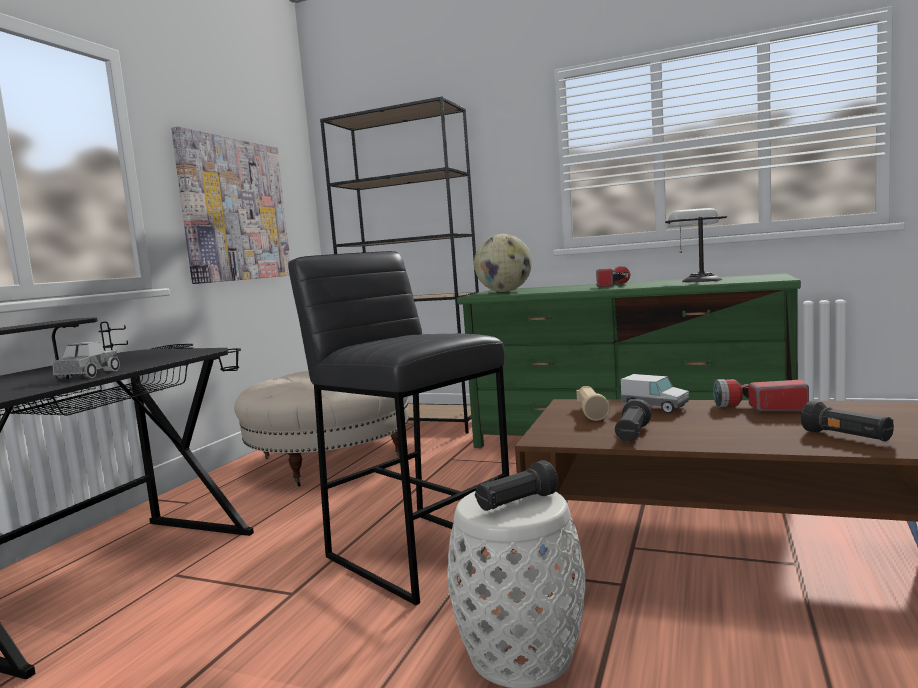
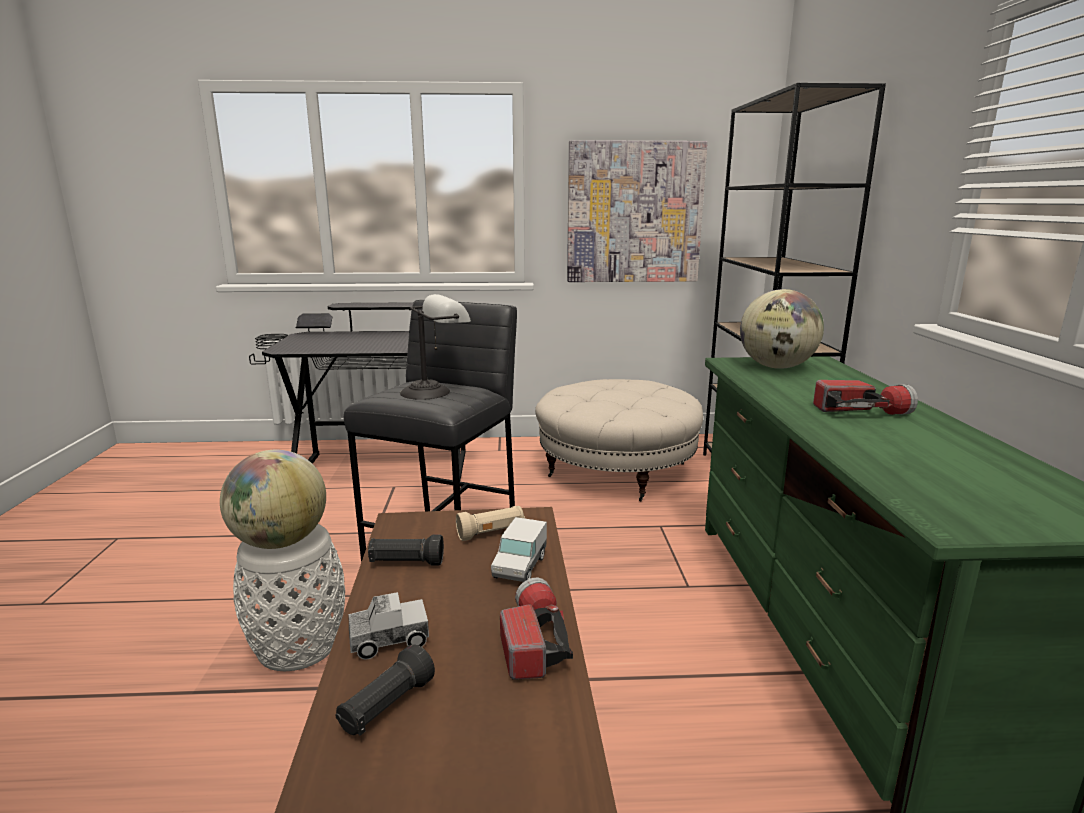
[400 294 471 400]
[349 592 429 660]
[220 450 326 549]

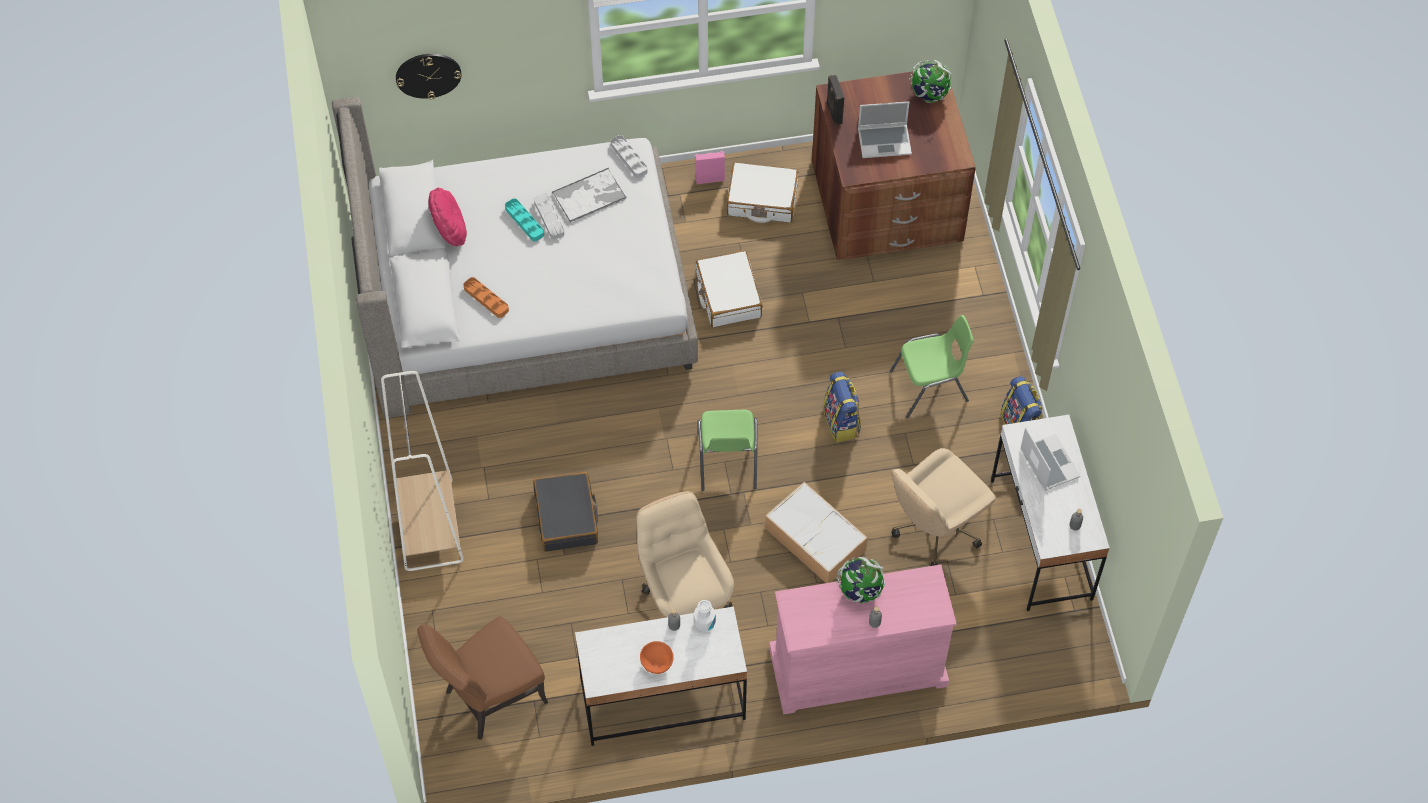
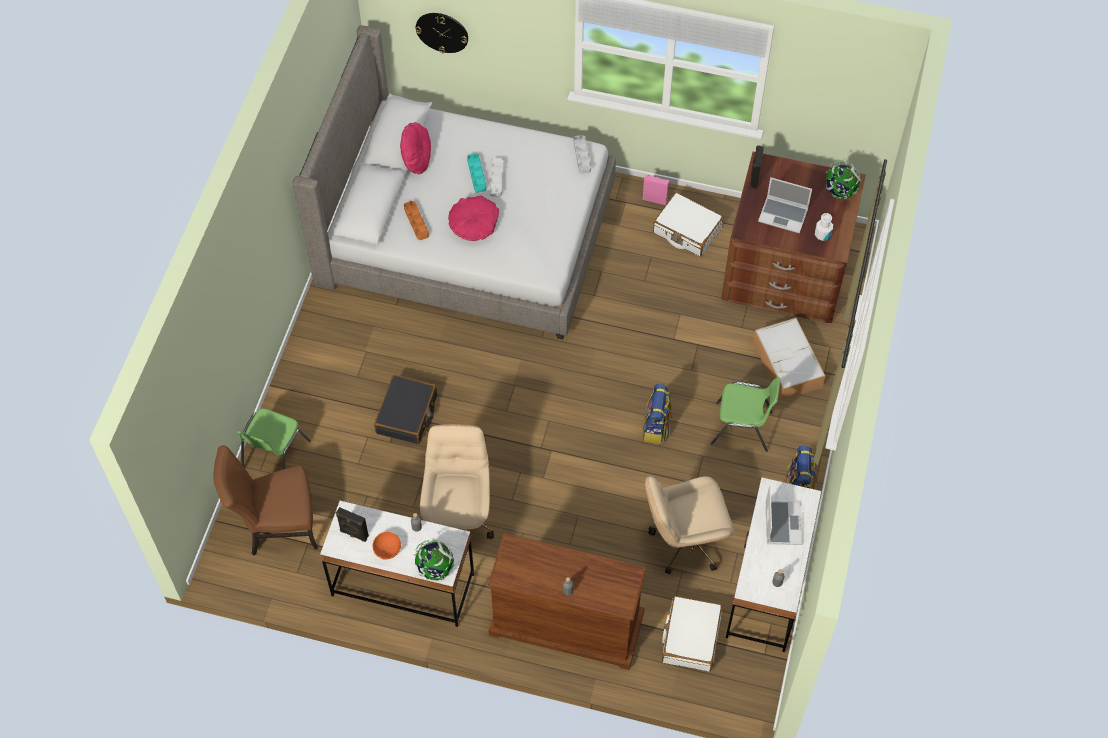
[552 168 627 222] (first image)
[662 596 722 671]
[381 371 464 571] (first image)
[237 408 311 470]
[753 318 825 400]
[414 540 454 581]
[488 533 647 670]
[815 213 833 241]
[448 196 499 241]
[336 507 369 542]

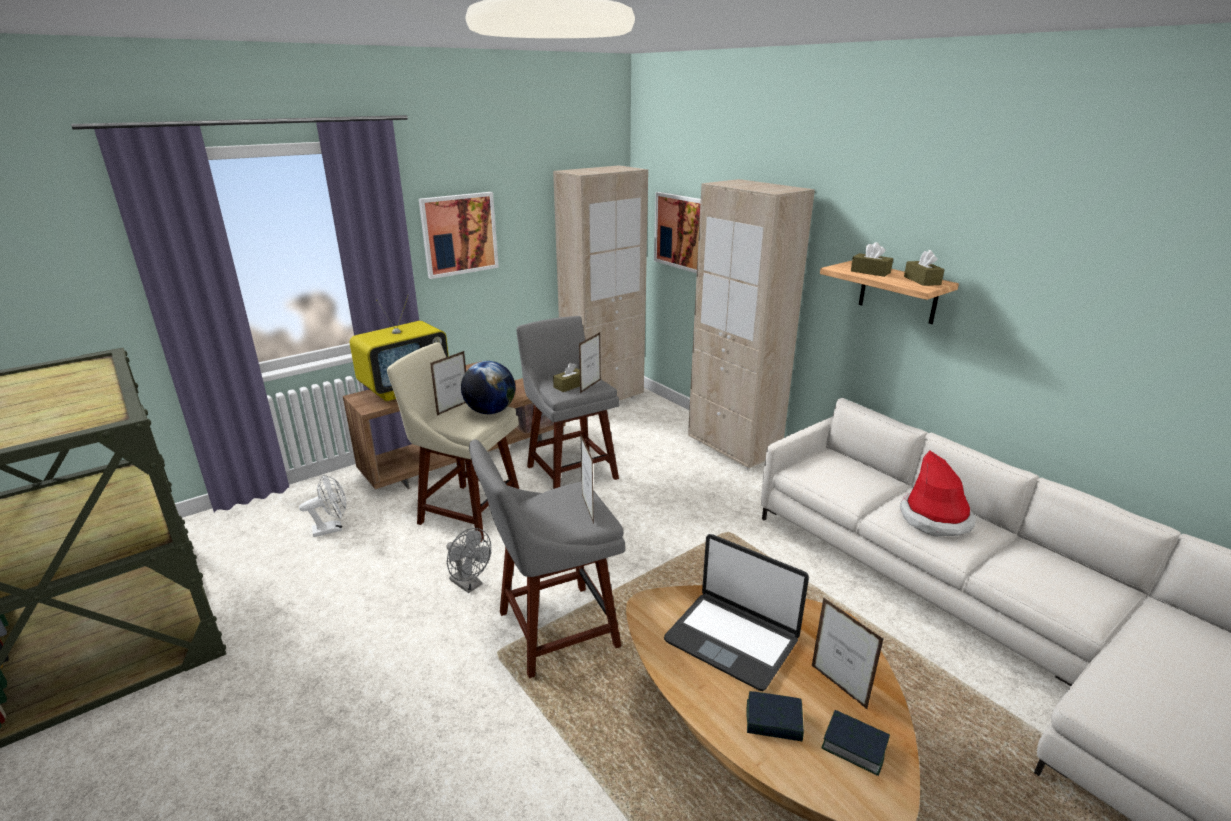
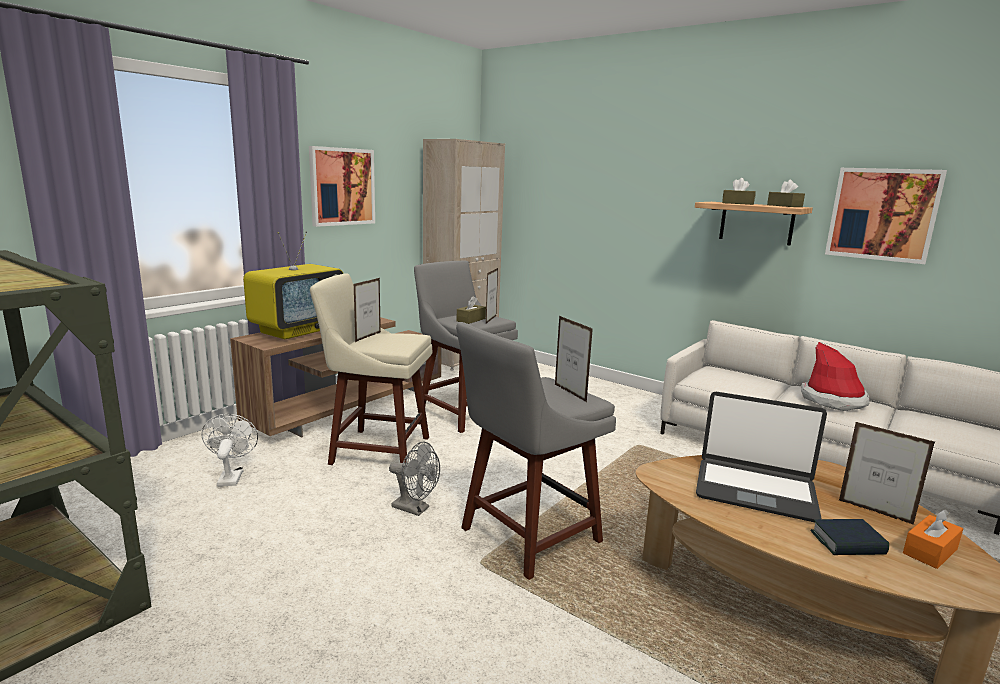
[688 179 815 469] (first image)
[825 168 947 264]
[461 361 515 414] (first image)
[201 414 258 487]
[903 510 963 569]

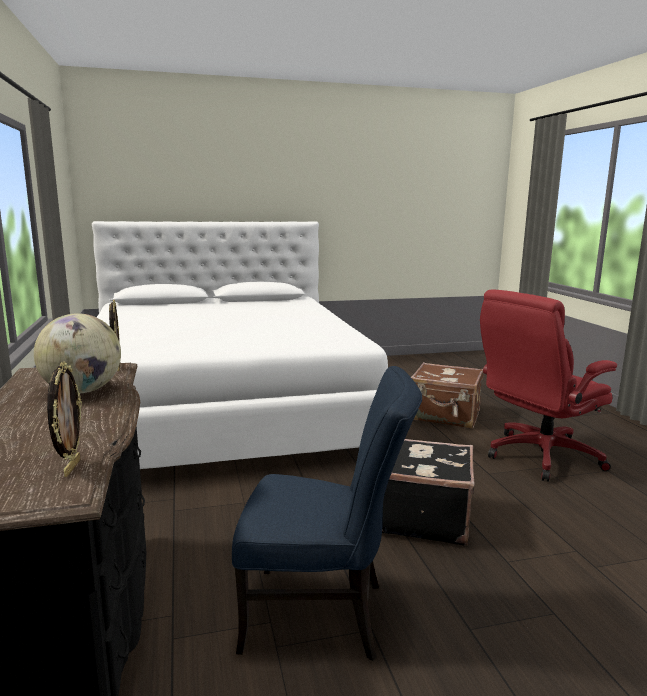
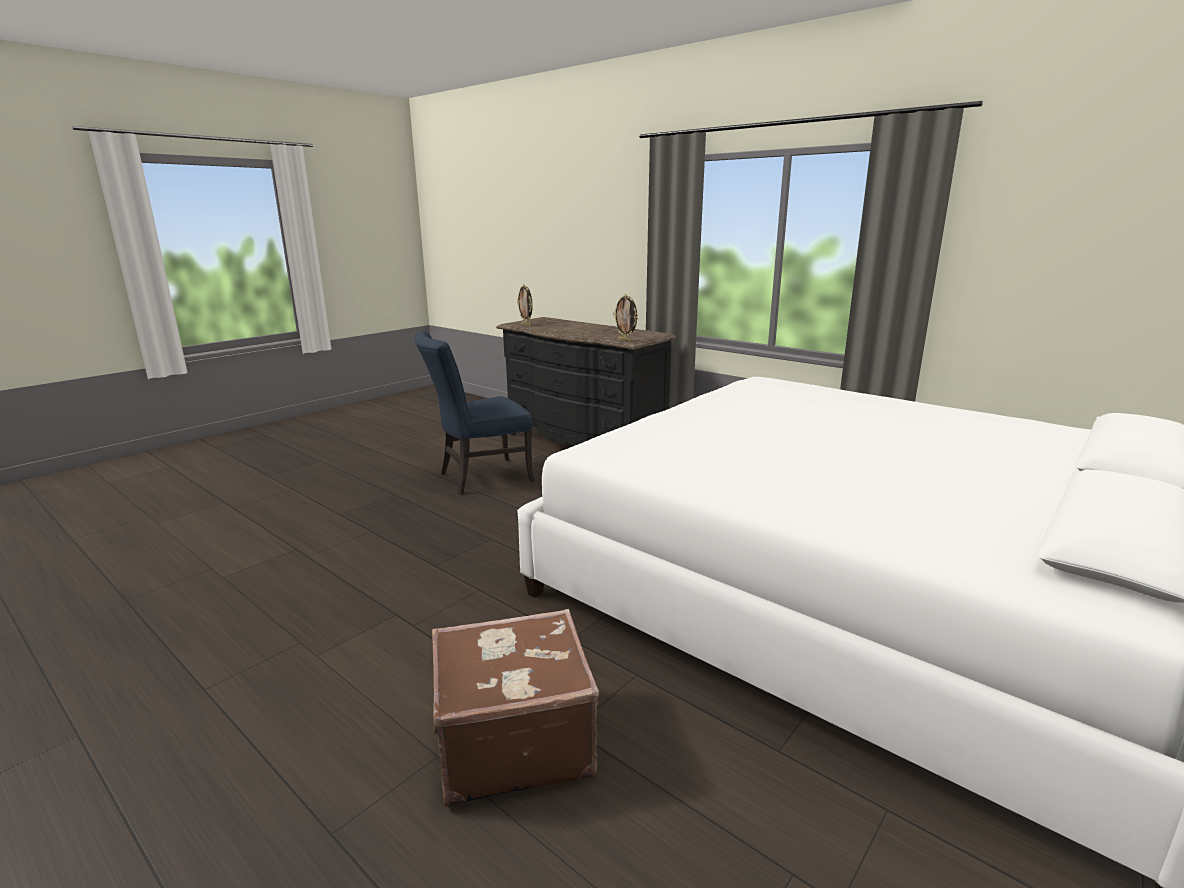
[480 290 617 482] (first image)
[34 313 121 393] (first image)
[382 439 475 545] (first image)

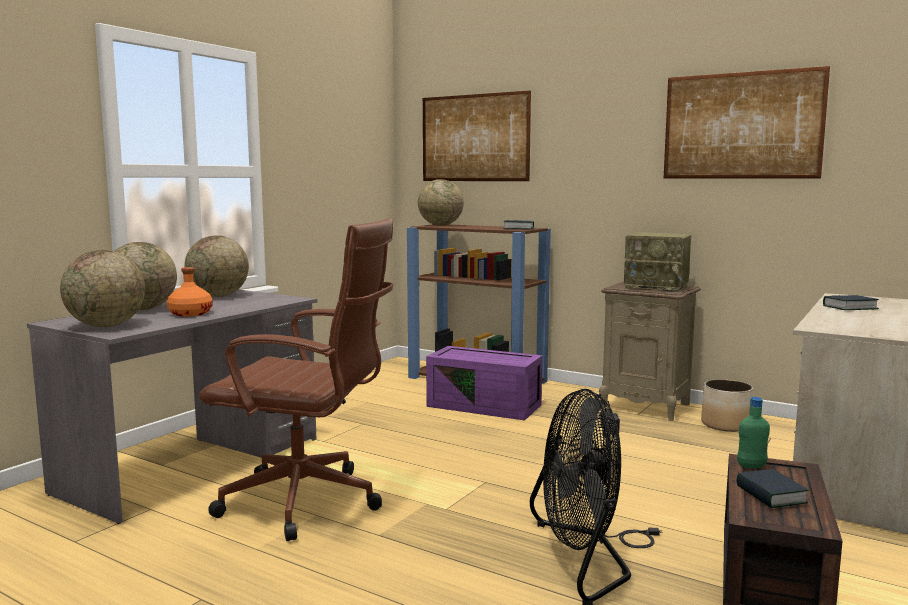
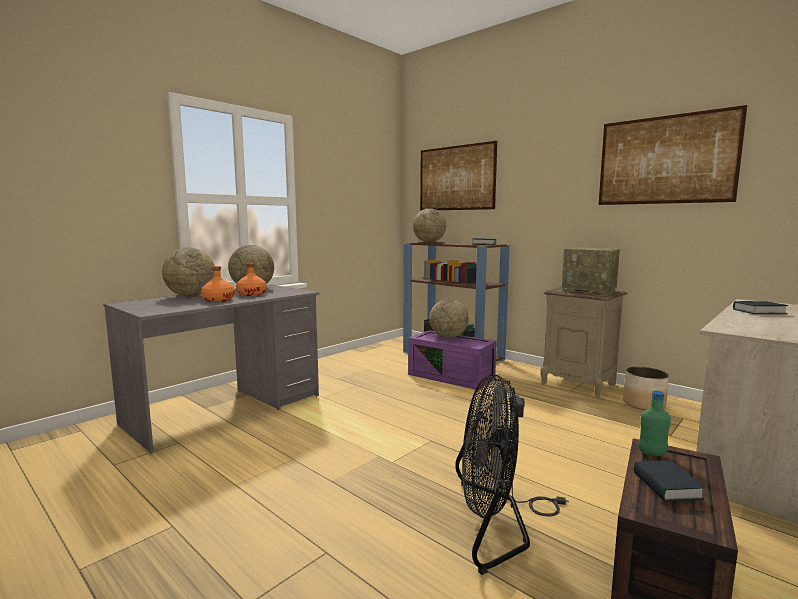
[199 218 393 541] (first image)
[429 299 469 338]
[236 263 267 296]

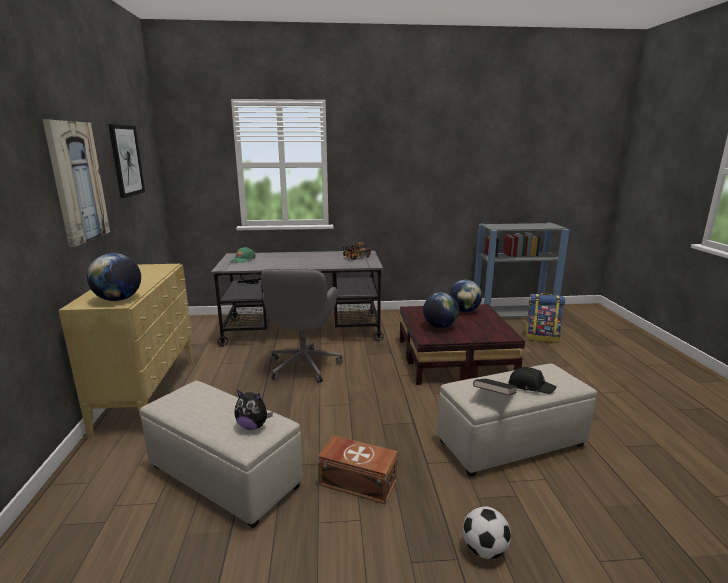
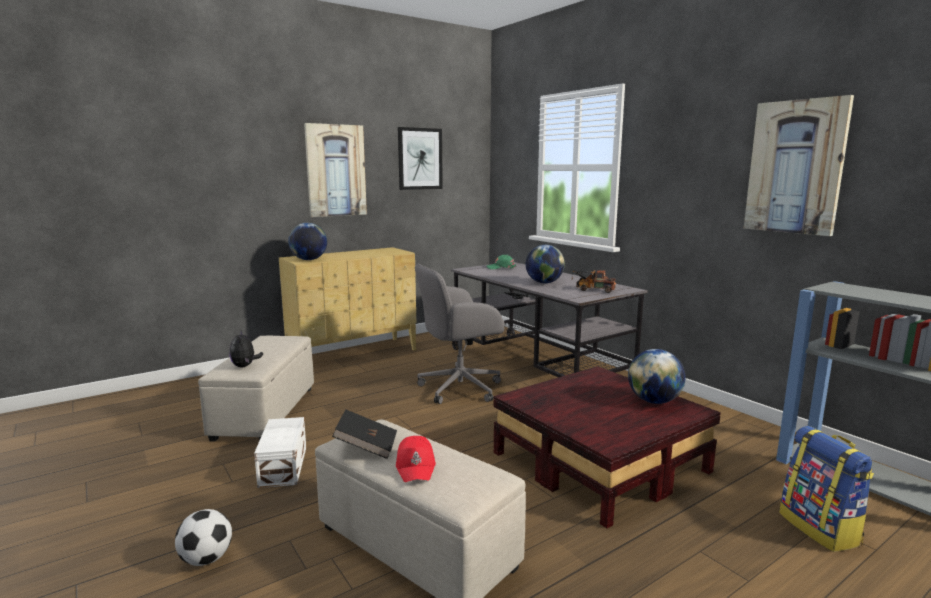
[526 245 565 283]
[396 436 436 482]
[254 417 306 488]
[744 95 854 236]

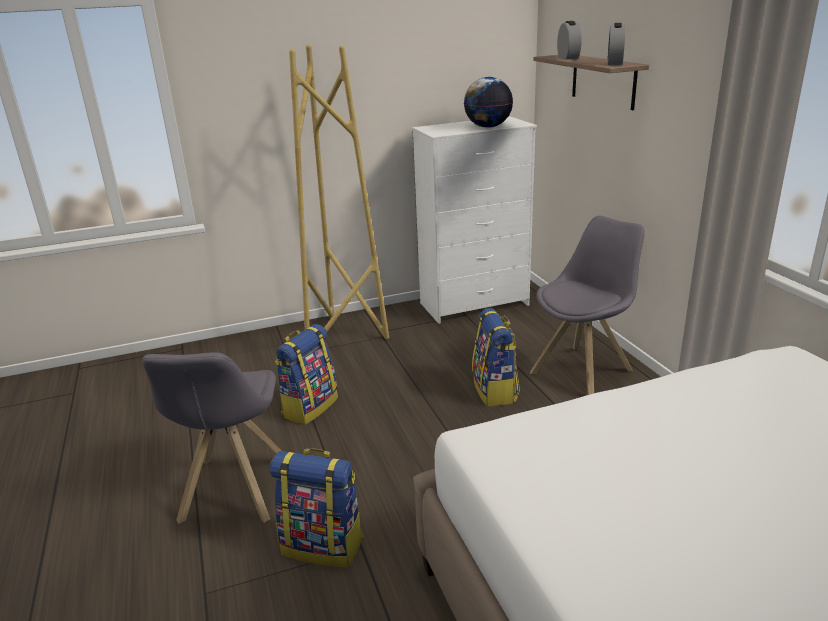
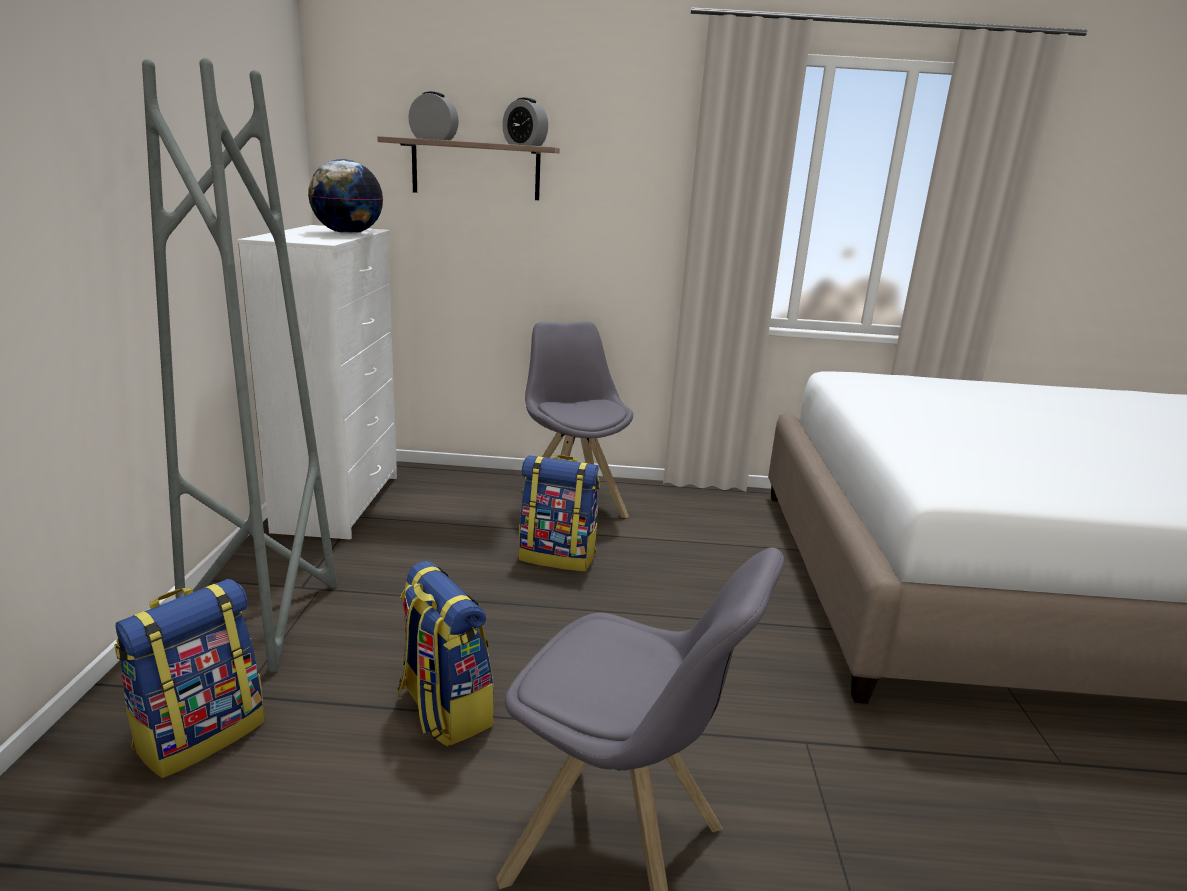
[142 58 337 673]
[114 579 265 778]

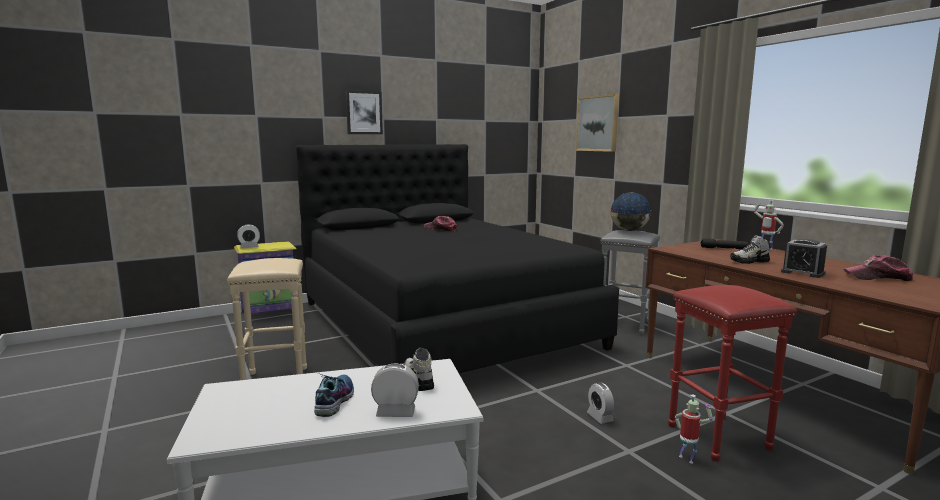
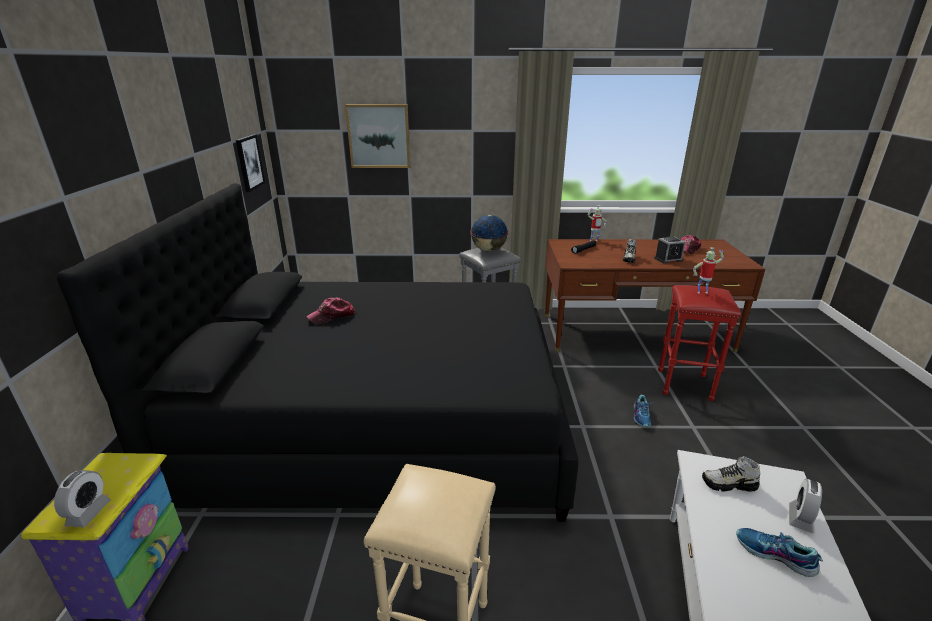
[236 134 265 192]
[634 395 654 427]
[693 248 724 294]

